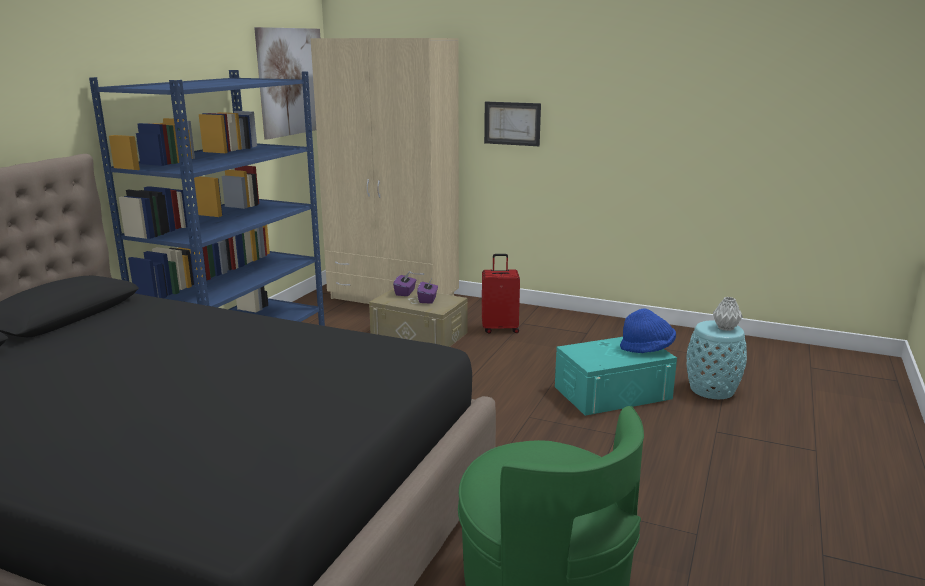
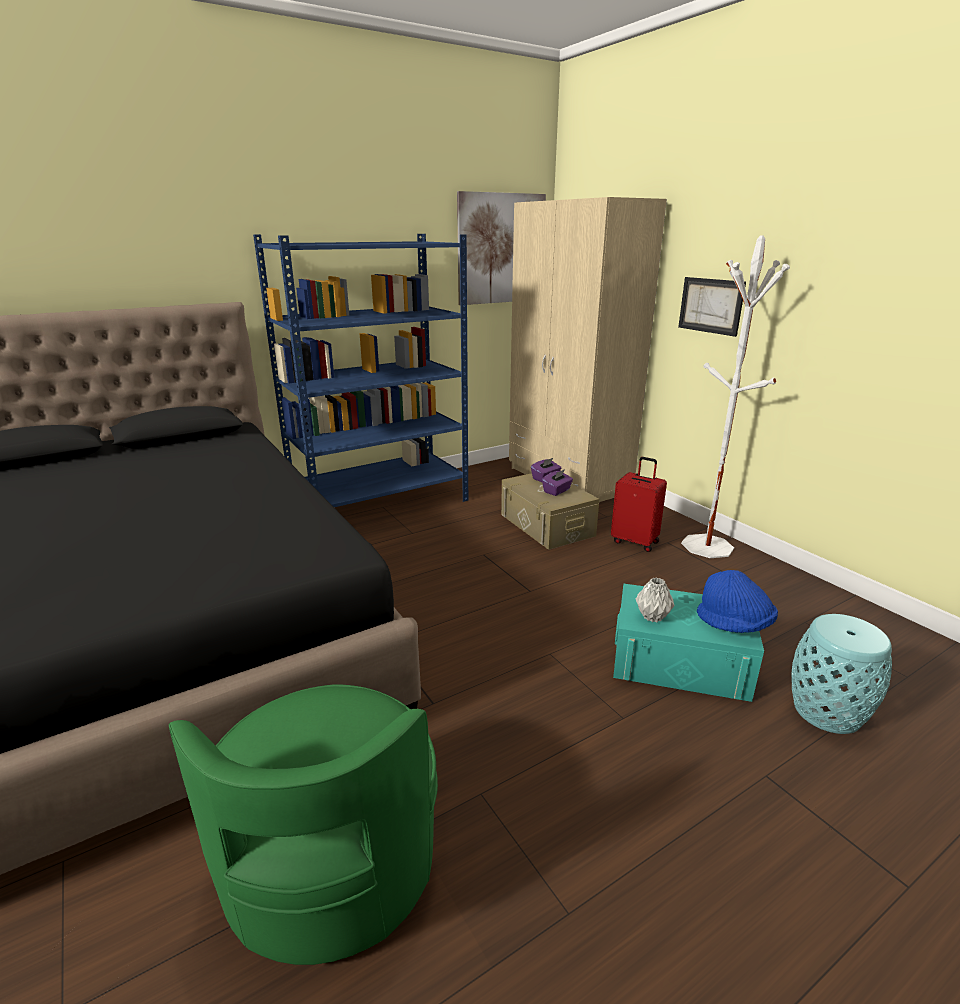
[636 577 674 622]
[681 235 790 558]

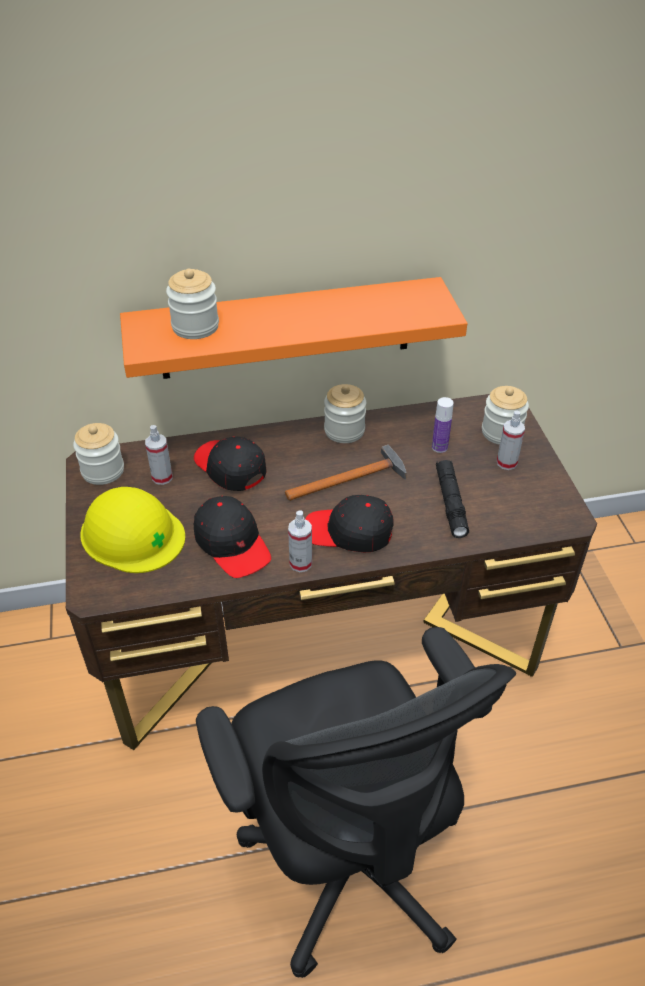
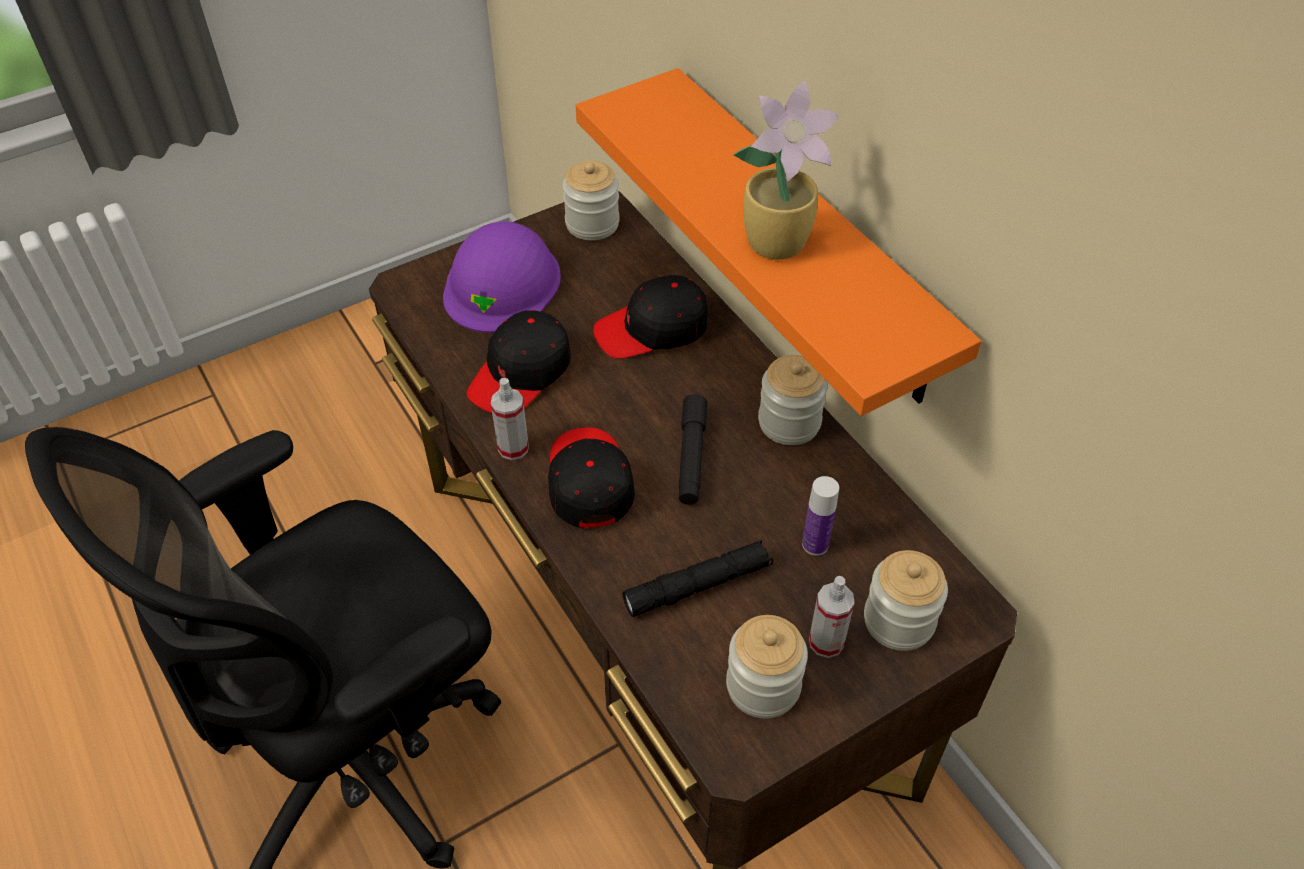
[726 615 808 719]
[145 425 173 485] (first image)
[593 275 708 359]
[679 394 707 505]
[443 221 561 333]
[733 81 839 260]

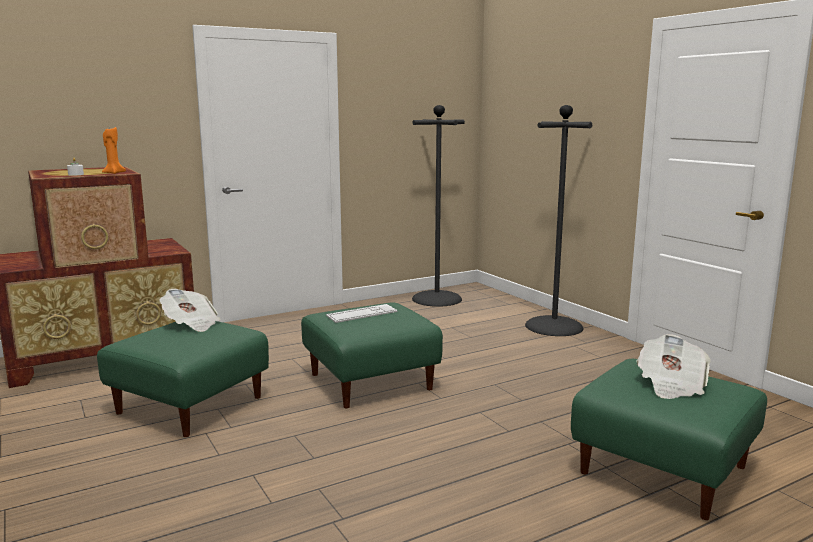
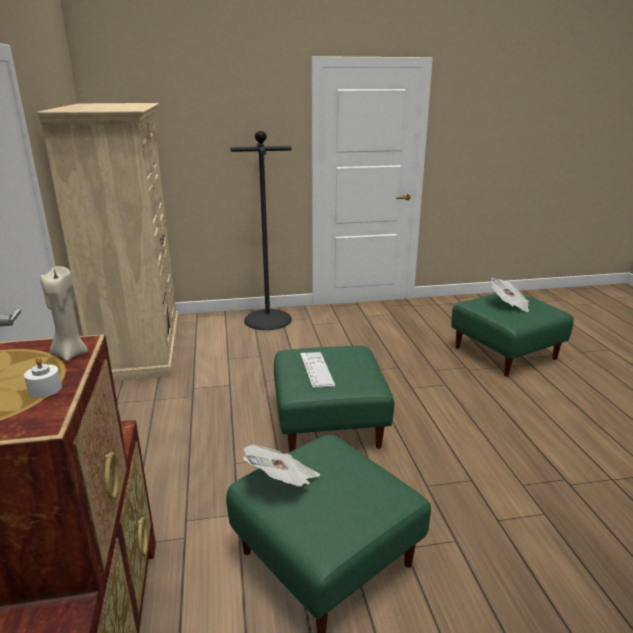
[37 103 179 381]
[40 266 88 361]

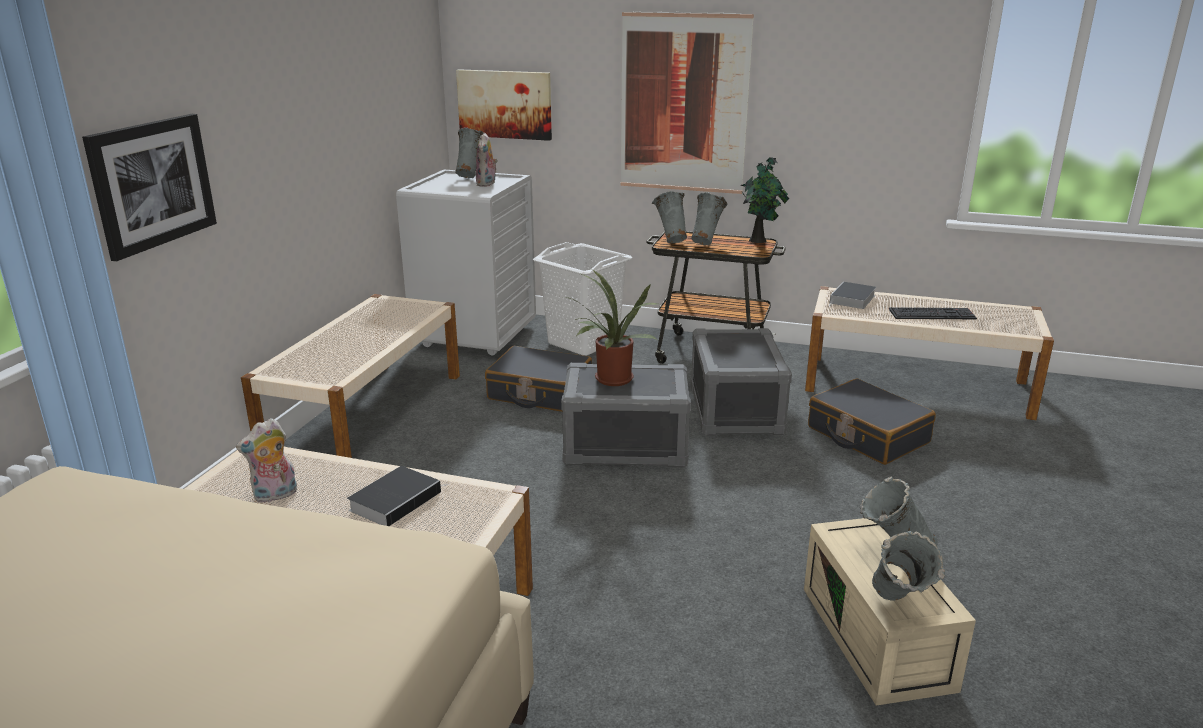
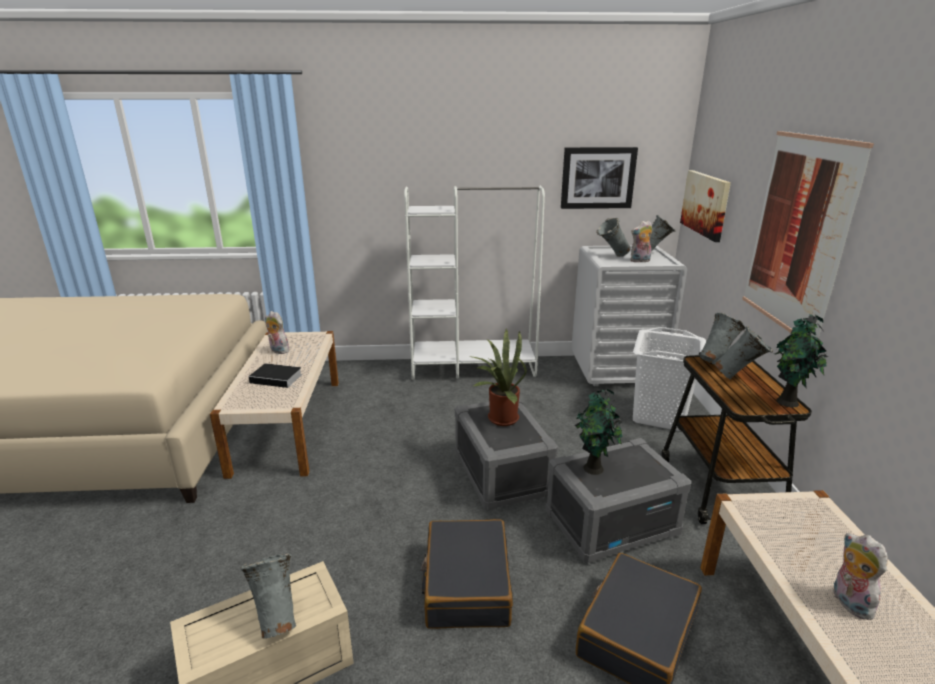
[561 147 638 209]
[829 282 876 309] (first image)
[404 186 545 380]
[832 533 888 620]
[421 519 513 629]
[596 218 631 257]
[575 389 623 475]

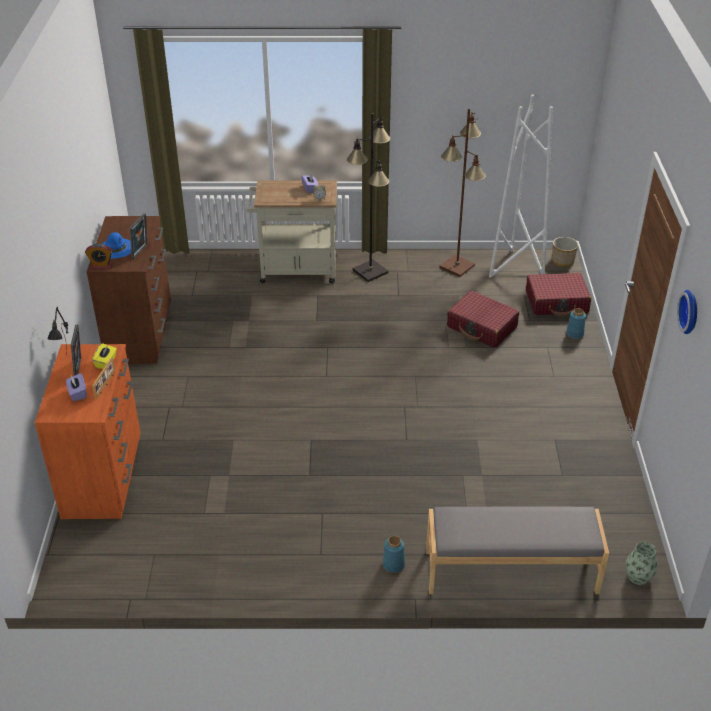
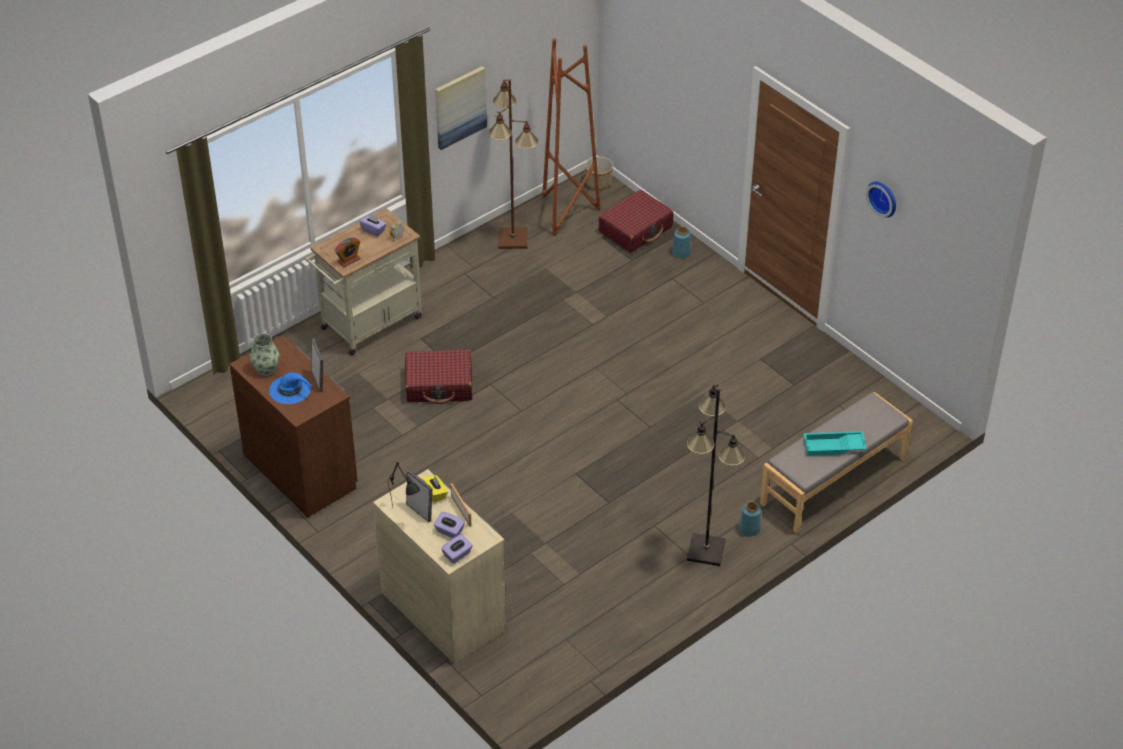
[542 38 601 235]
[687 385 746 566]
[335 238 361 267]
[405 350 472 404]
[373 469 506 664]
[250 333 280 376]
[435 66 487 150]
[804 431 867 456]
[441 534 473 564]

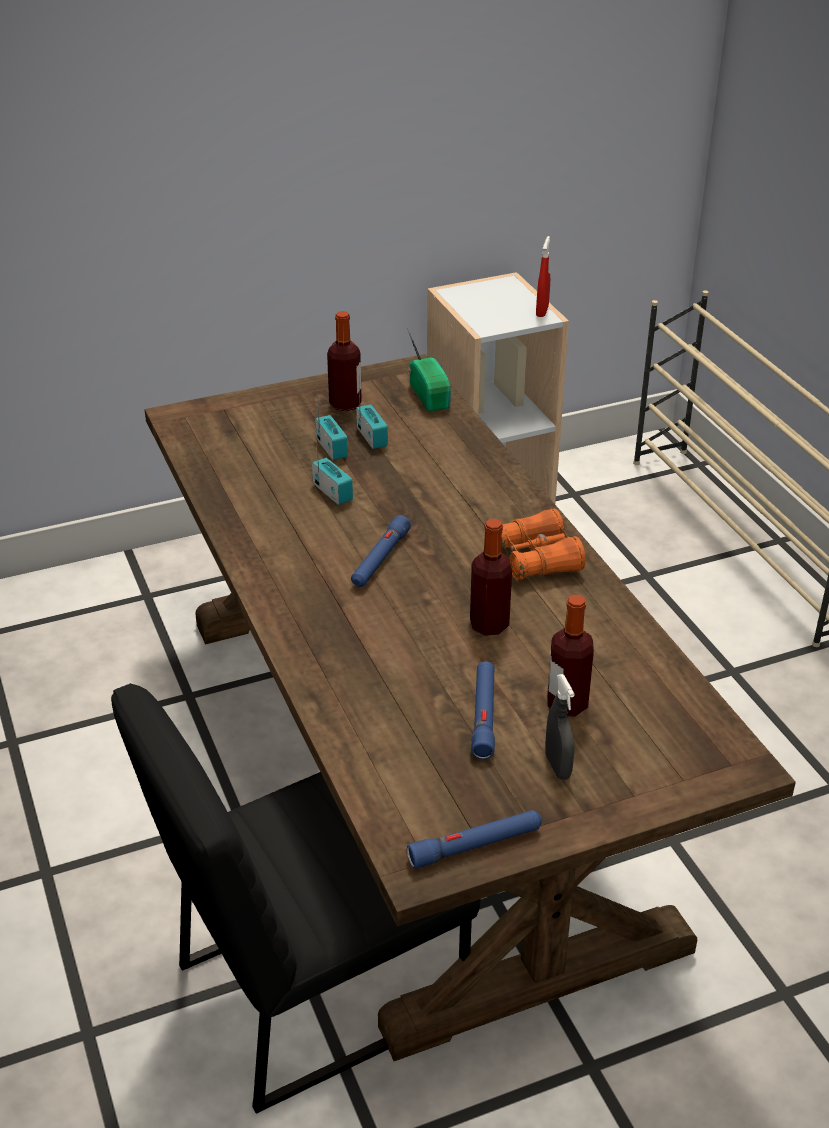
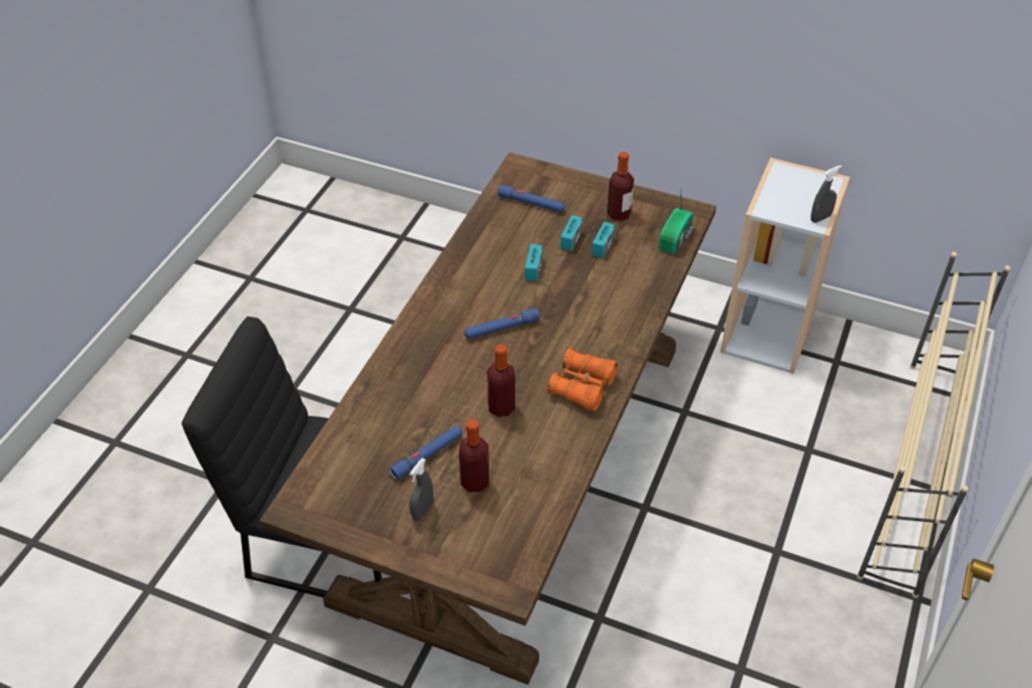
[811 165 842 223]
[498 184 565 212]

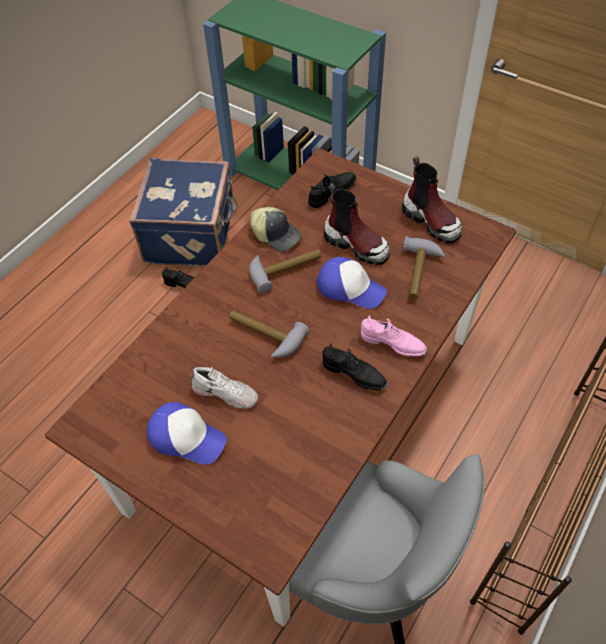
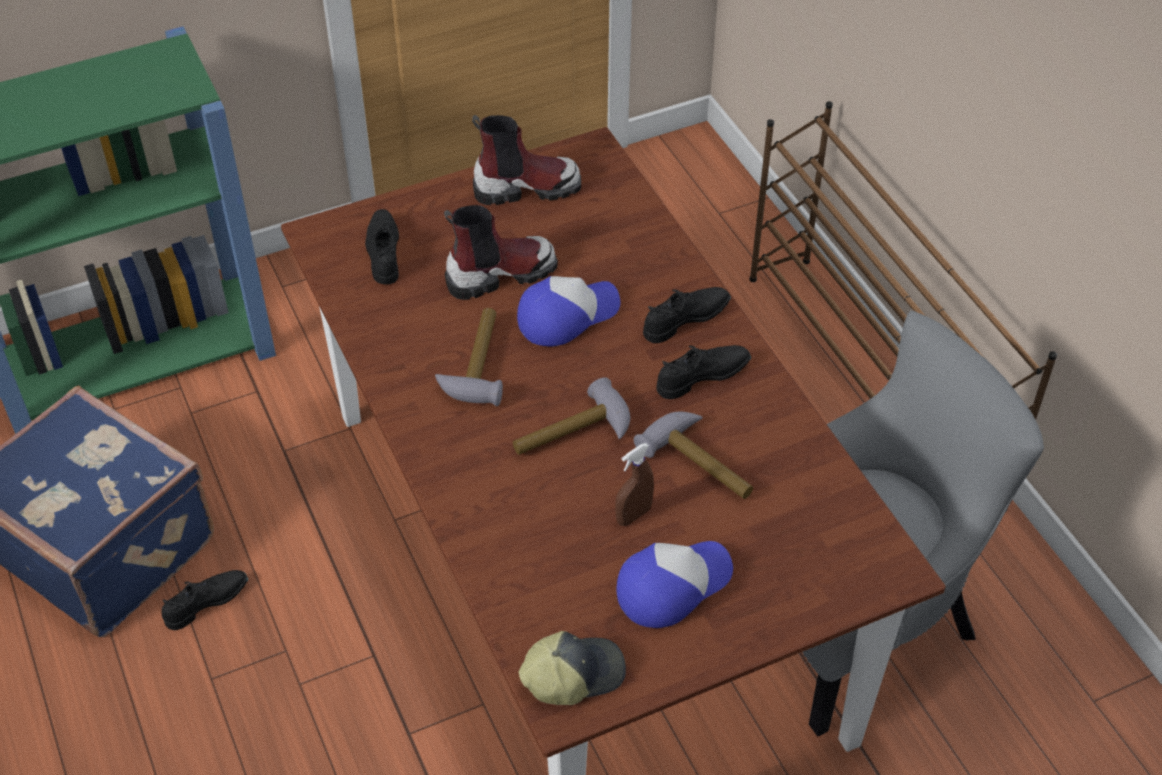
[519 631 626 705]
[633 411 753 499]
[643 287 731 343]
[615 443 654 526]

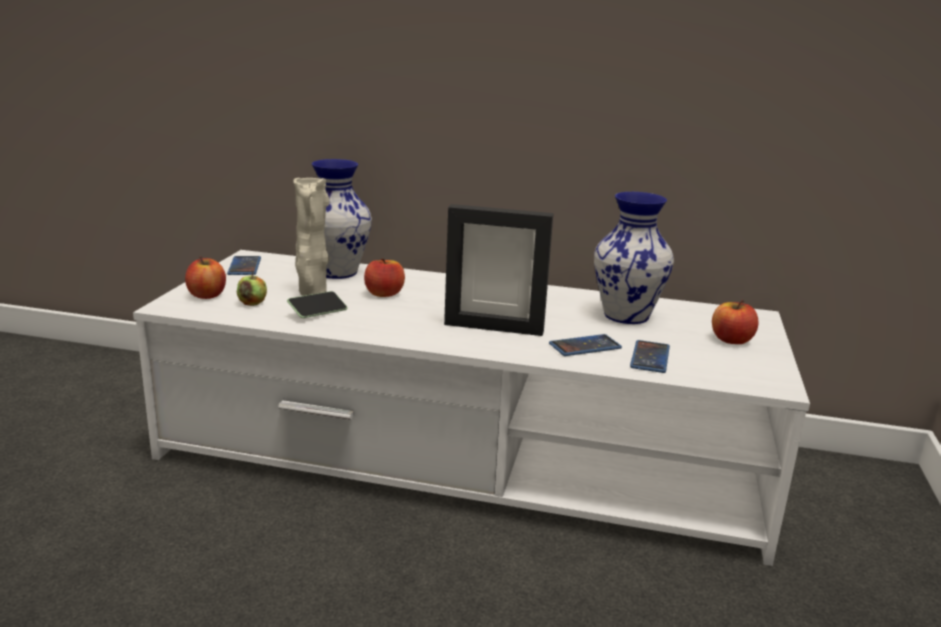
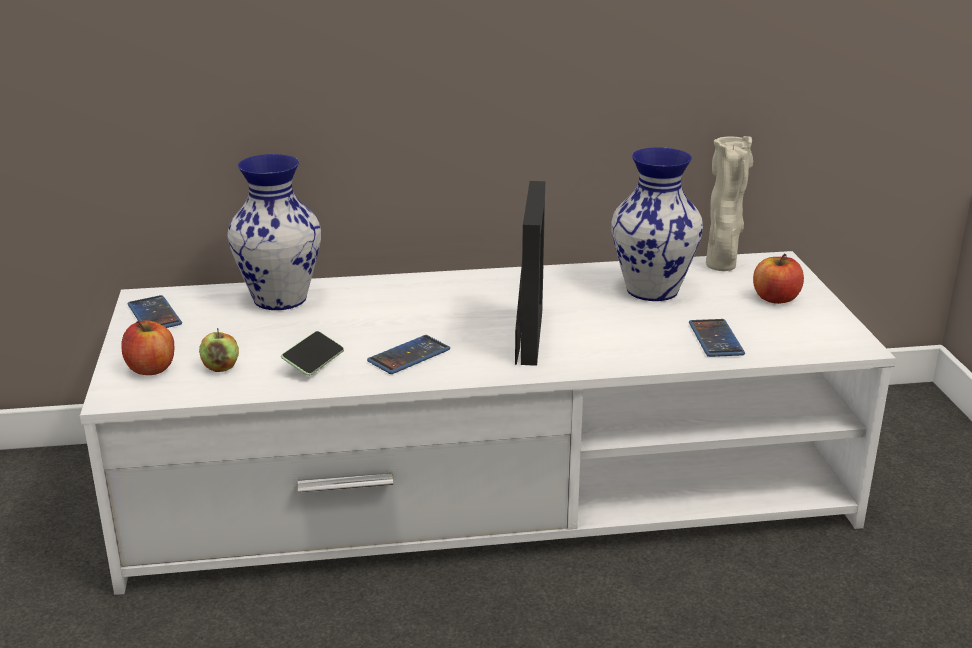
[706 136 753 271]
[515 181 545 366]
[364 258 405 297] (first image)
[367 335 450 374]

